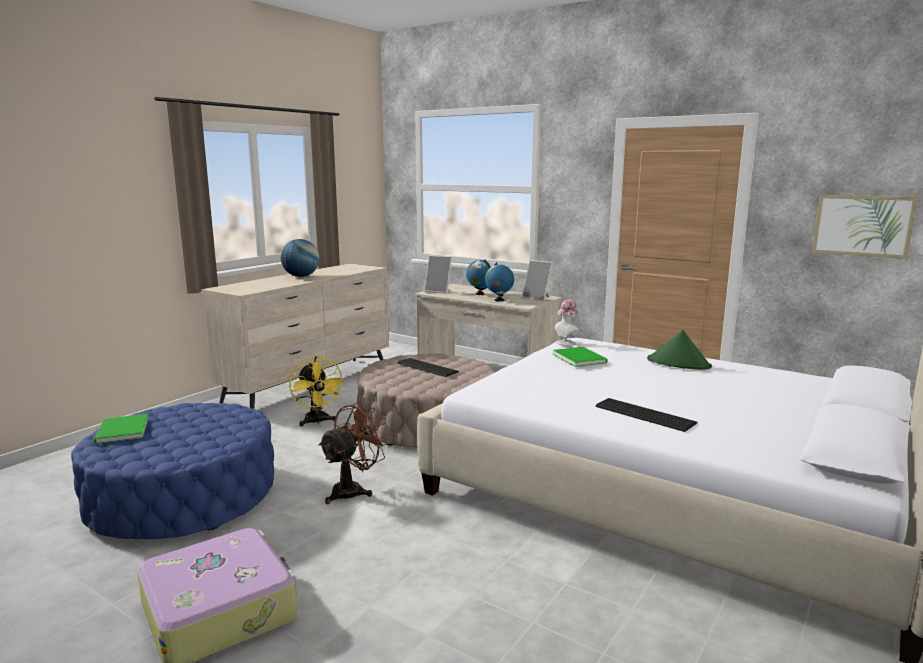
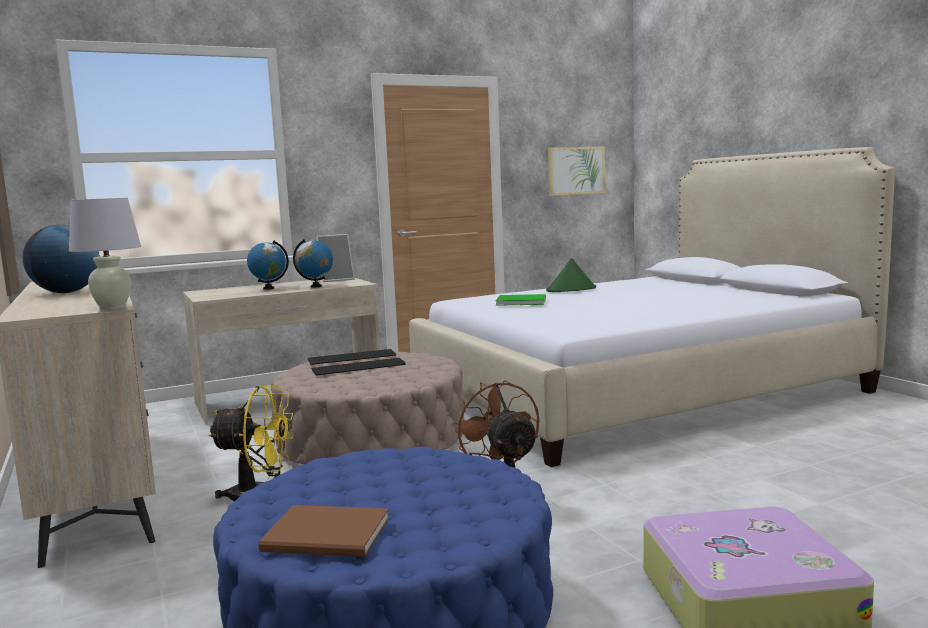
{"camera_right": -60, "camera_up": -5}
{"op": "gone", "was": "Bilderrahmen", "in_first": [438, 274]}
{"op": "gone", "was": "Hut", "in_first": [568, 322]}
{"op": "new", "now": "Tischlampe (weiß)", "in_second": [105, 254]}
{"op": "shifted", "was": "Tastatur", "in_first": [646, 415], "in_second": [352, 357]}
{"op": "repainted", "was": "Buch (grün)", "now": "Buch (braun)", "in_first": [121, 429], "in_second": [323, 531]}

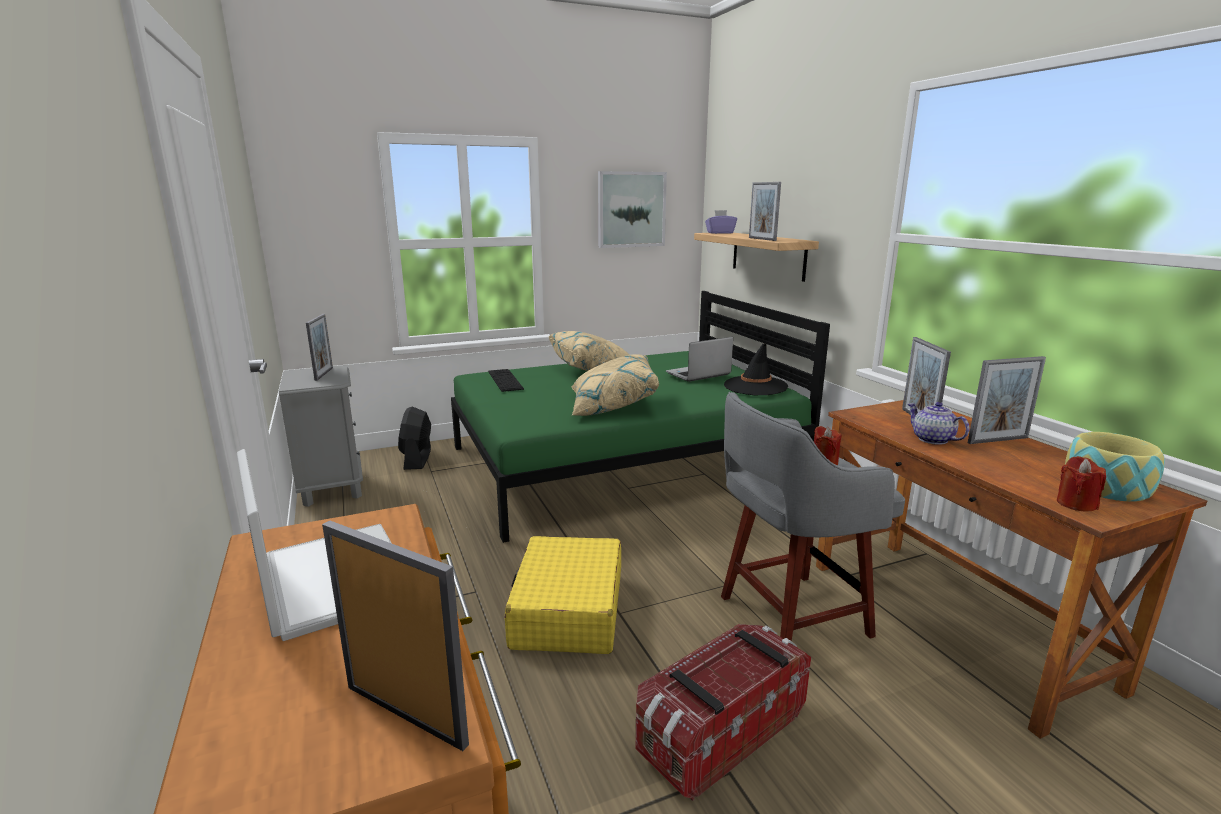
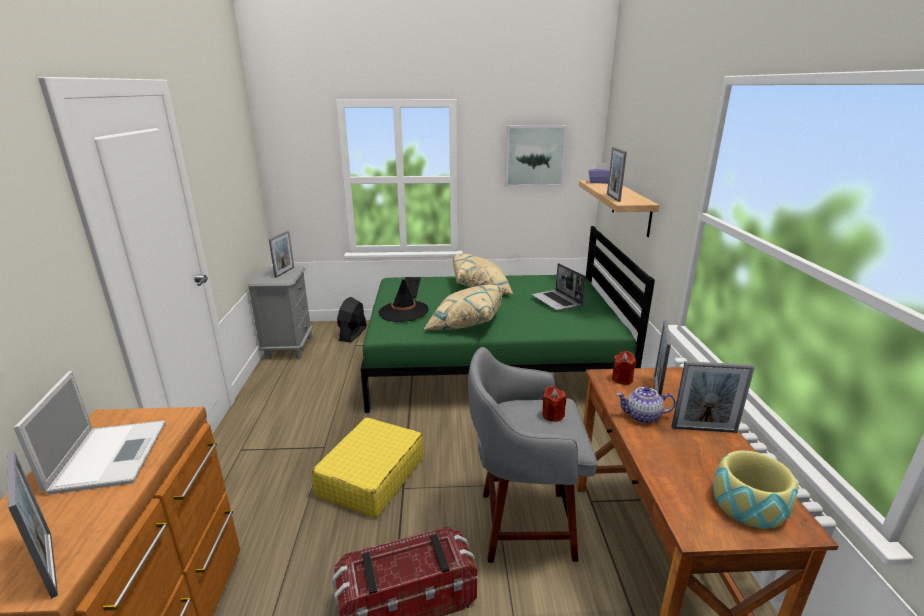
{"camera_right": 20, "camera_up": 5}
{"op": "shifted", "was": "Hut (schwarz)", "in_first": [756, 369], "in_second": [403, 301]}
{"op": "shifted", "was": "Kerze (rot)", "in_first": [1081, 484], "in_second": [624, 368]}
{"op": "rotated", "was": "Laptop", "in_first": [699, 359], "in_second": [558, 287], "clockwise": -105}
{"op": "rotated", "was": "Teekanne", "in_first": [938, 423], "in_second": [646, 405], "clockwise": -75}

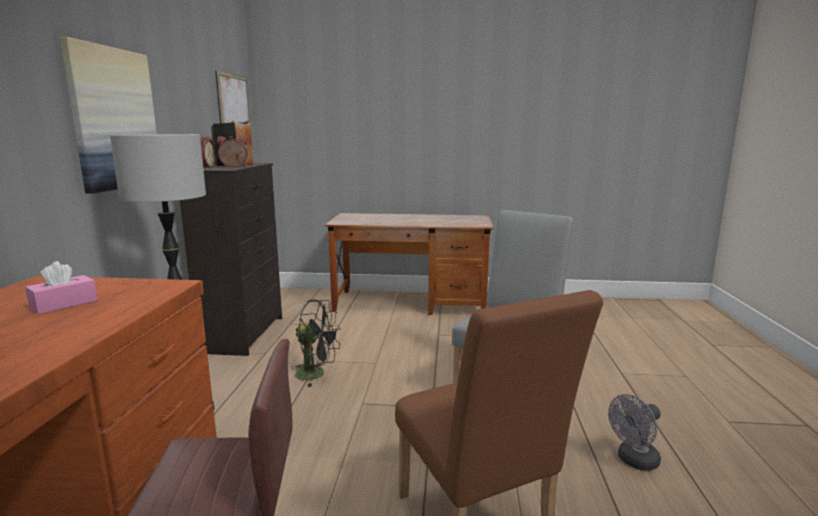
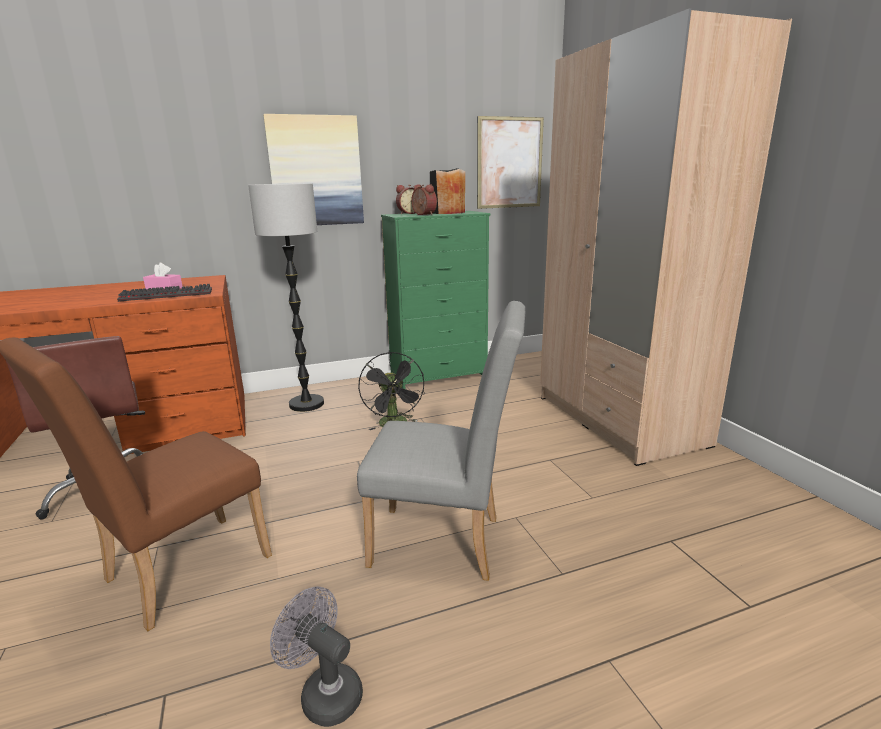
{"camera_right": 65, "camera_up": 5}
{"op": "new", "now": "Tastatur", "in_second": [164, 293]}
{"op": "swapped", "was": "Schreibtisch", "now": "Kleiderschrank (beige)", "in_first": [409, 264], "in_second": [666, 237]}
{"op": "repainted", "was": "Kommode (schwarz)", "now": "Kommode (grün)", "in_first": [230, 259], "in_second": [435, 300]}

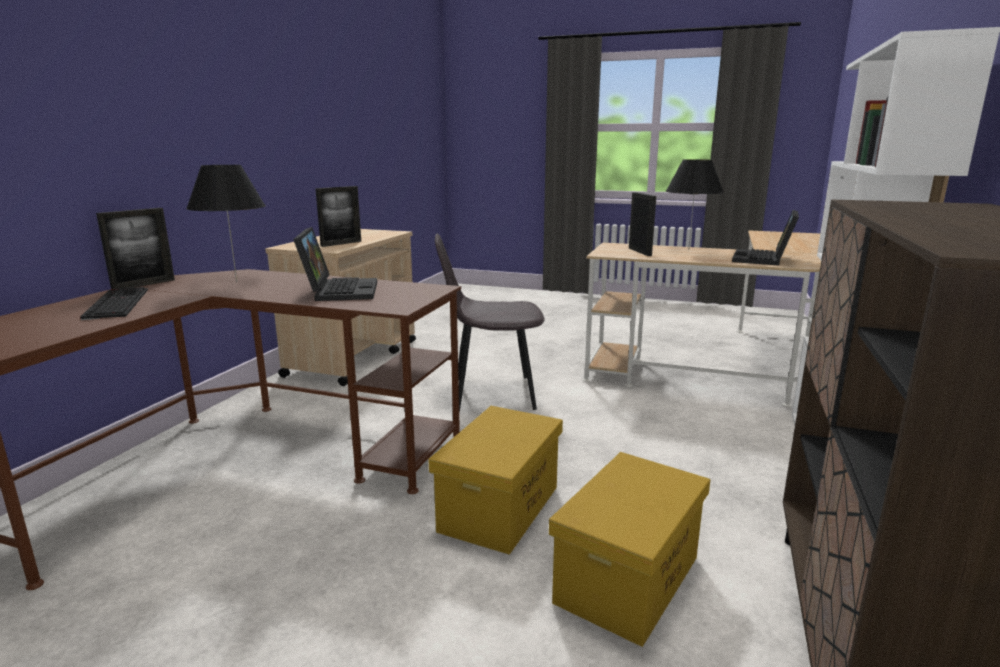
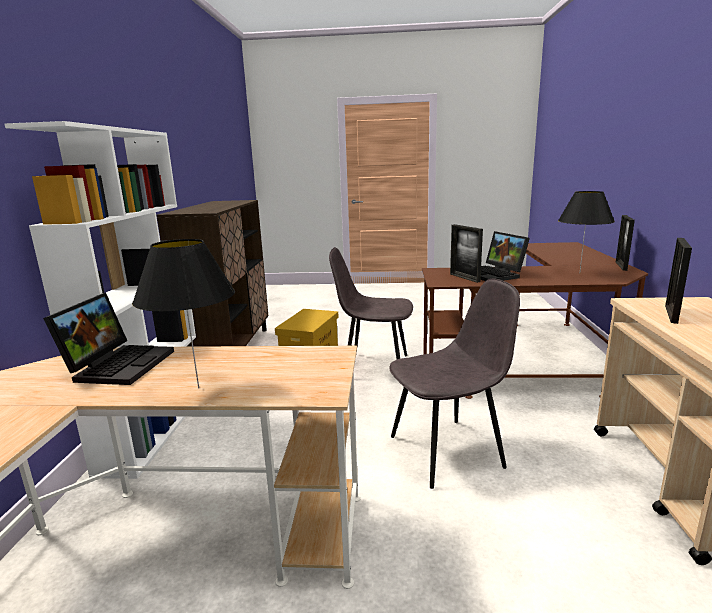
{"camera_right": 165, "camera_up": 0}
{"op": "gone", "was": "Tastatur", "in_first": [114, 303]}
{"op": "shifted", "was": "Bilderrahmen", "in_first": [642, 224], "in_second": [466, 253]}
{"op": "swapped", "was": "Aufbewahrungsbox (gelb)", "now": "Stuhl (grau)", "in_first": [496, 480], "in_second": [371, 303]}

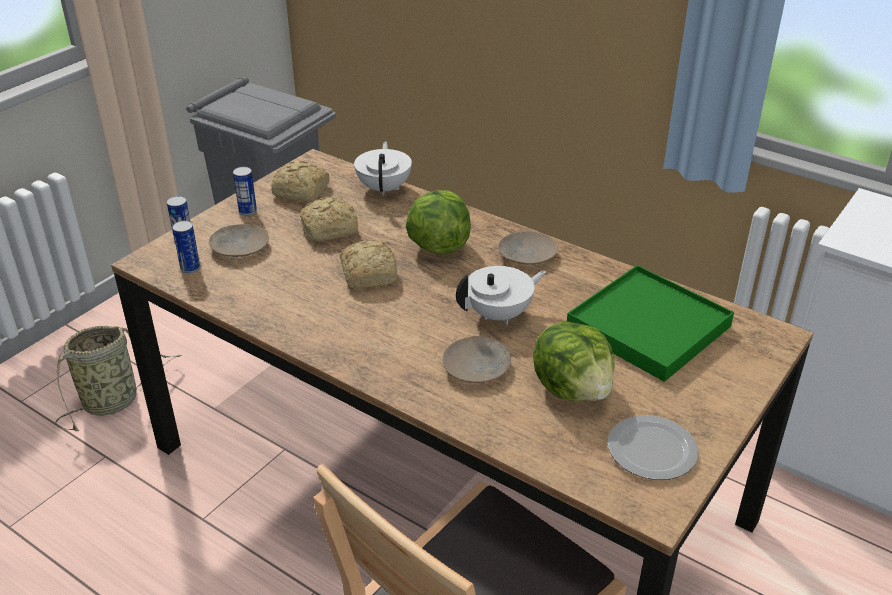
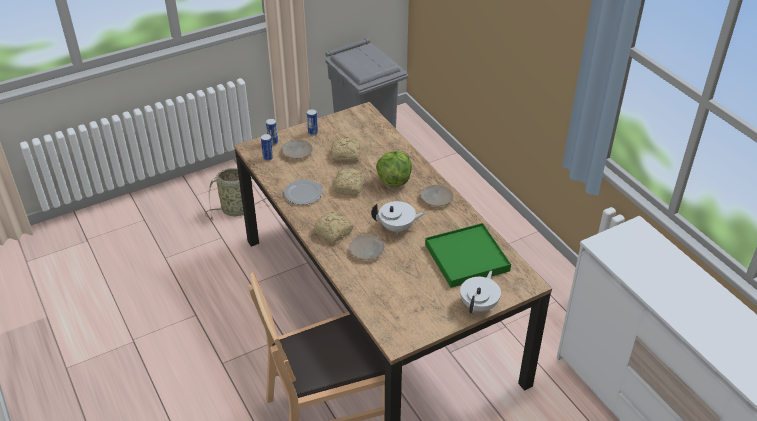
{"camera_right": 25, "camera_up": 5}
{"op": "gone", "was": "Salatkopf", "in_first": [574, 361]}
{"op": "shifted", "was": "Brot", "in_first": [300, 182], "in_second": [333, 227]}
{"op": "shifted", "was": "Teekanne (weiß)", "in_first": [383, 168], "in_second": [480, 292]}
{"op": "shifted", "was": "Teller", "in_first": [653, 447], "in_second": [303, 192]}

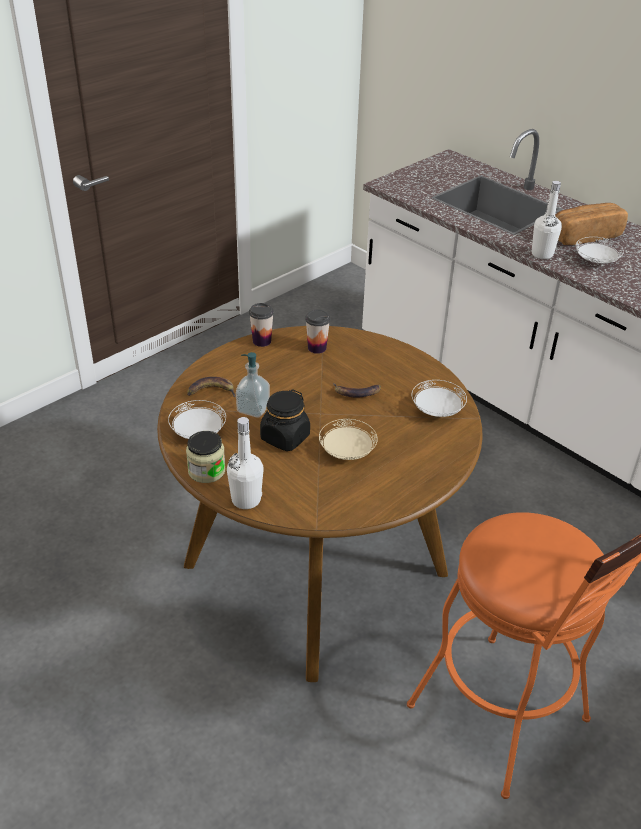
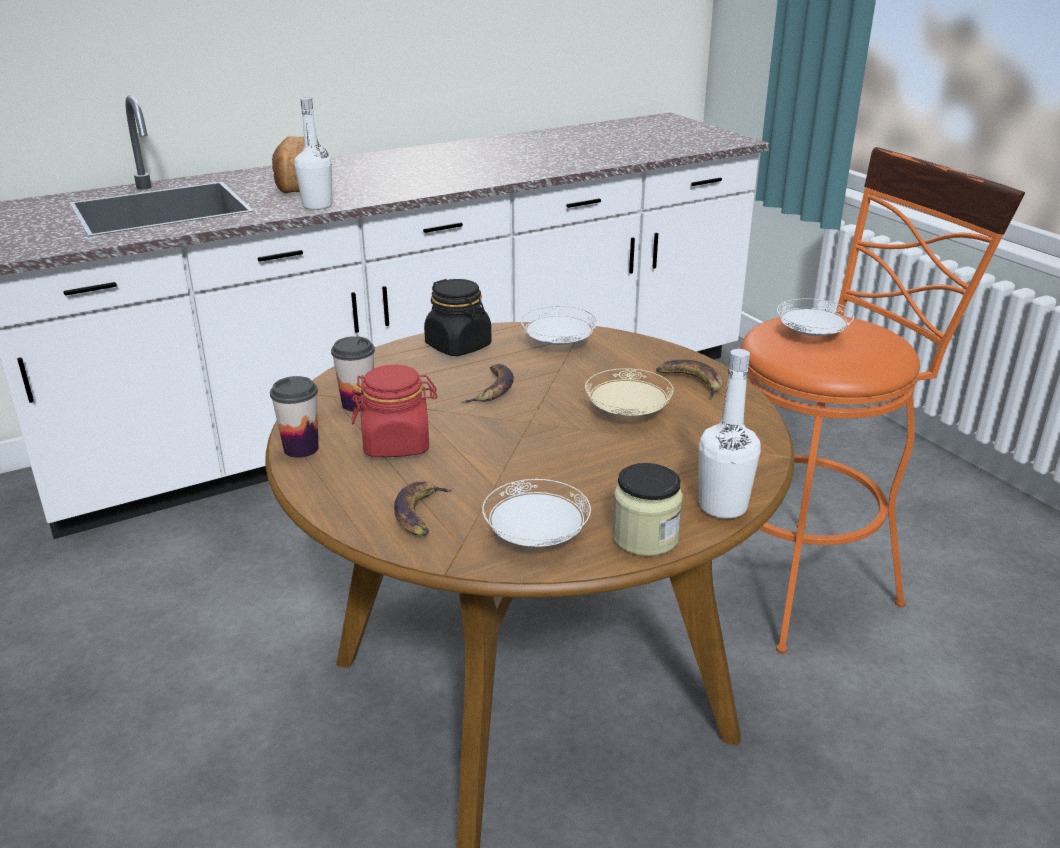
{"camera_right": -75, "camera_up": -10}
{"op": "gone", "was": "Seifenspender", "in_first": [253, 385]}
{"op": "new", "now": "Vorratsglas (rot)", "in_second": [395, 411]}
{"op": "new", "now": "Banane", "in_second": [689, 380]}
{"op": "shifted", "was": "Vorratsglas (schwarz)", "in_first": [285, 420], "in_second": [458, 317]}
{"op": "shifted", "was": "Teller (weiß)", "in_first": [600, 250], "in_second": [815, 317]}

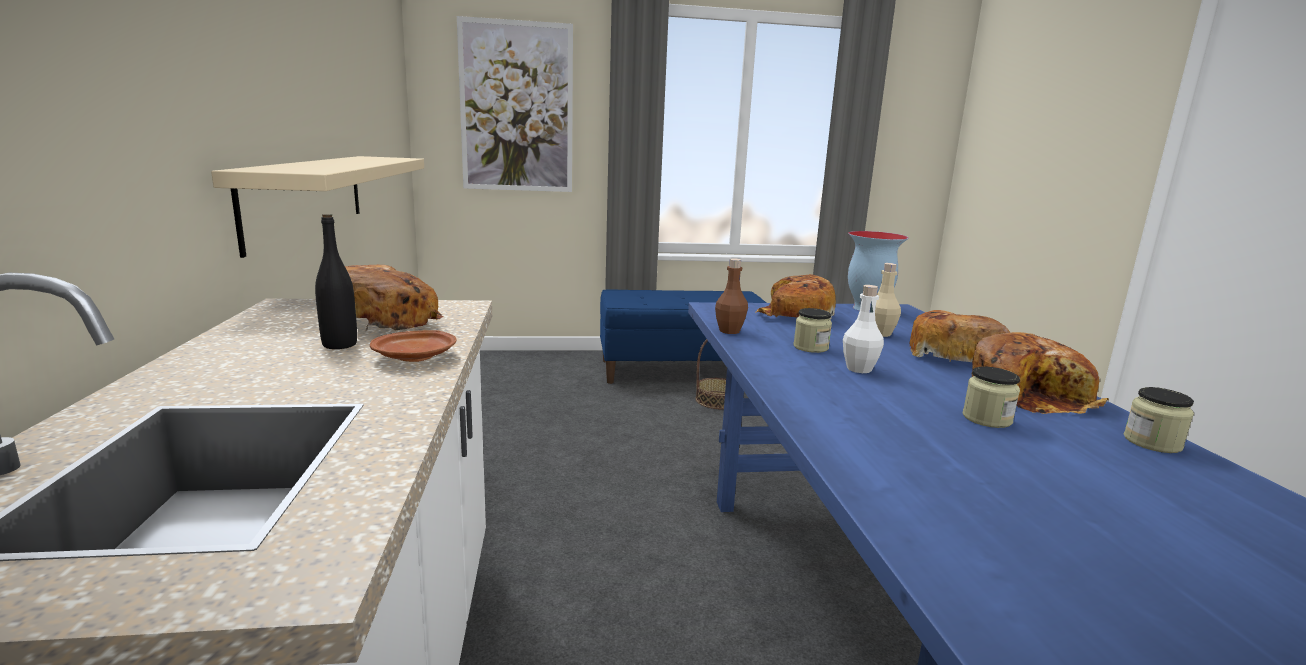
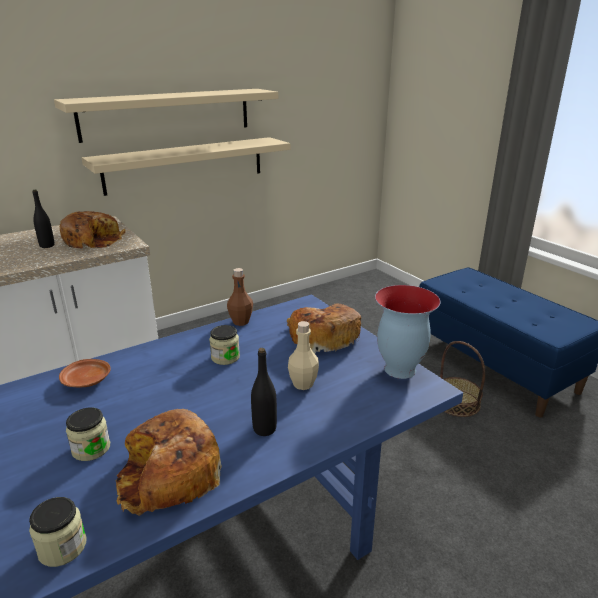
{"camera_right": 65, "camera_up": 10}
{"op": "gone", "was": "Bild", "in_first": [515, 104]}
{"op": "gone", "was": "Flasche (weiß)", "in_first": [863, 329]}
{"op": "new", "now": "Wandregal (beige)", "in_second": [166, 116]}
{"op": "shifted", "was": "Teller (braun)", "in_first": [413, 346], "in_second": [85, 373]}
{"op": "swapped", "was": "Brot", "now": "Flasche (schwarz)", "in_first": [959, 336], "in_second": [264, 392]}

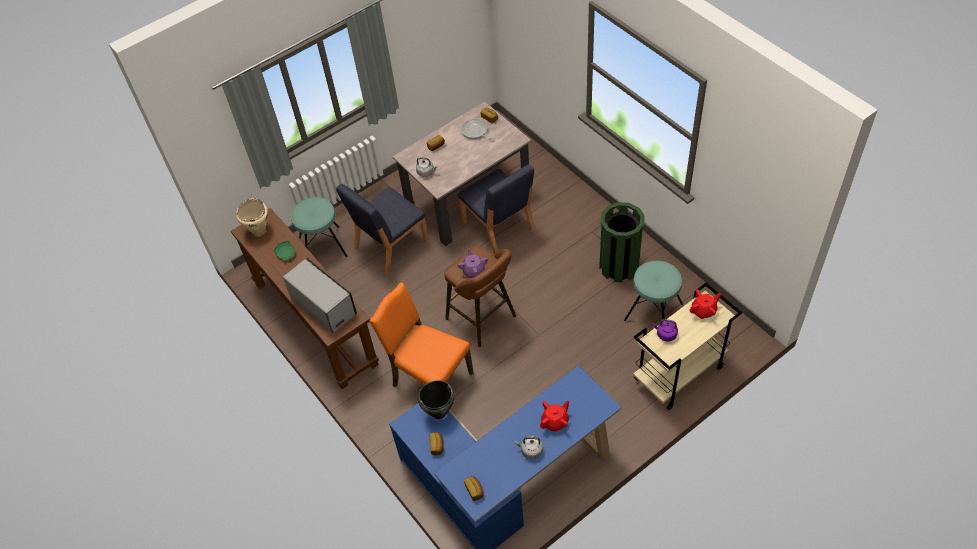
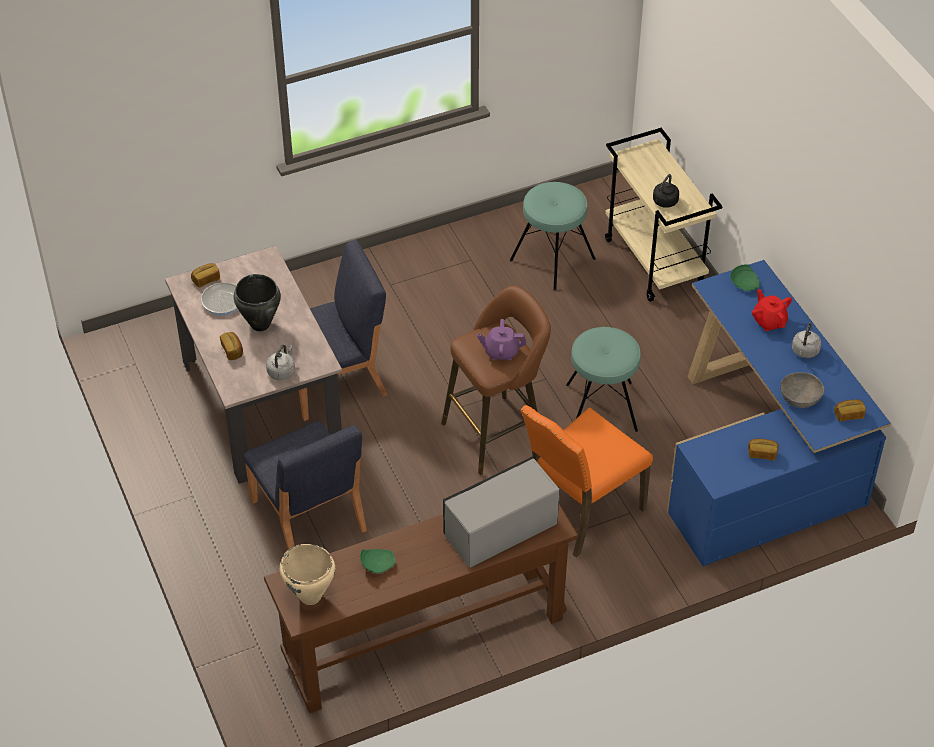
{"camera_right": -80, "camera_up": -5}
{"op": "gone", "was": "Mülleimer (grün)", "in_first": [622, 242]}
{"op": "gone", "was": "Teekanne (rot)", "in_first": [705, 304]}
{"op": "new", "now": "Teller (grün)", "in_second": [745, 277]}
{"op": "new", "now": "Schüssel (grau)", "in_second": [802, 390]}
{"op": "shifted", "was": "Hocker (türkis)", "in_first": [319, 227], "in_second": [603, 379]}
{"op": "shifted", "was": "Kochtopf (schwarz)", "in_first": [436, 399], "in_second": [257, 302]}
{"op": "repainted", "was": "Wasserkessel (lila)", "now": "Wasserkessel (schwarz)", "in_first": [665, 330], "in_second": [666, 191]}

